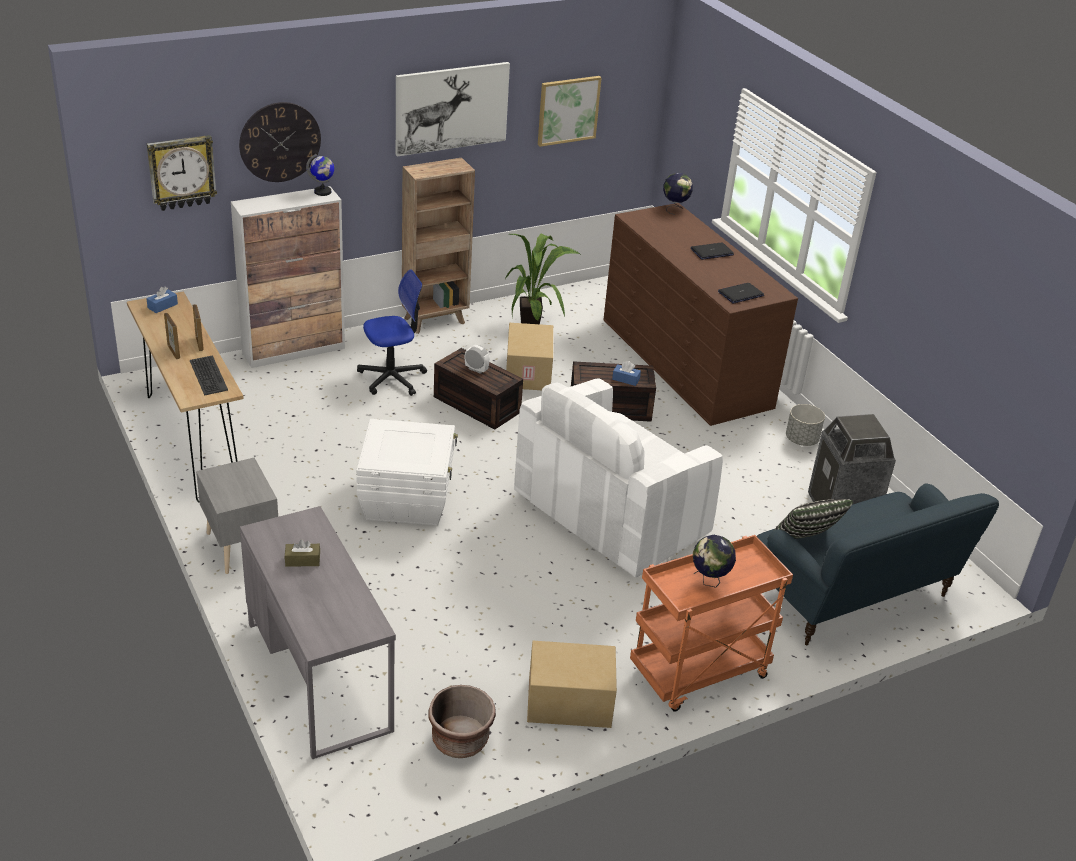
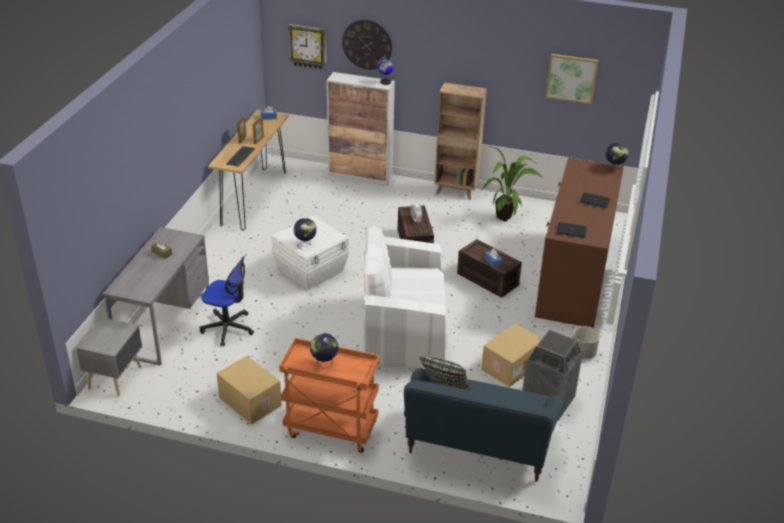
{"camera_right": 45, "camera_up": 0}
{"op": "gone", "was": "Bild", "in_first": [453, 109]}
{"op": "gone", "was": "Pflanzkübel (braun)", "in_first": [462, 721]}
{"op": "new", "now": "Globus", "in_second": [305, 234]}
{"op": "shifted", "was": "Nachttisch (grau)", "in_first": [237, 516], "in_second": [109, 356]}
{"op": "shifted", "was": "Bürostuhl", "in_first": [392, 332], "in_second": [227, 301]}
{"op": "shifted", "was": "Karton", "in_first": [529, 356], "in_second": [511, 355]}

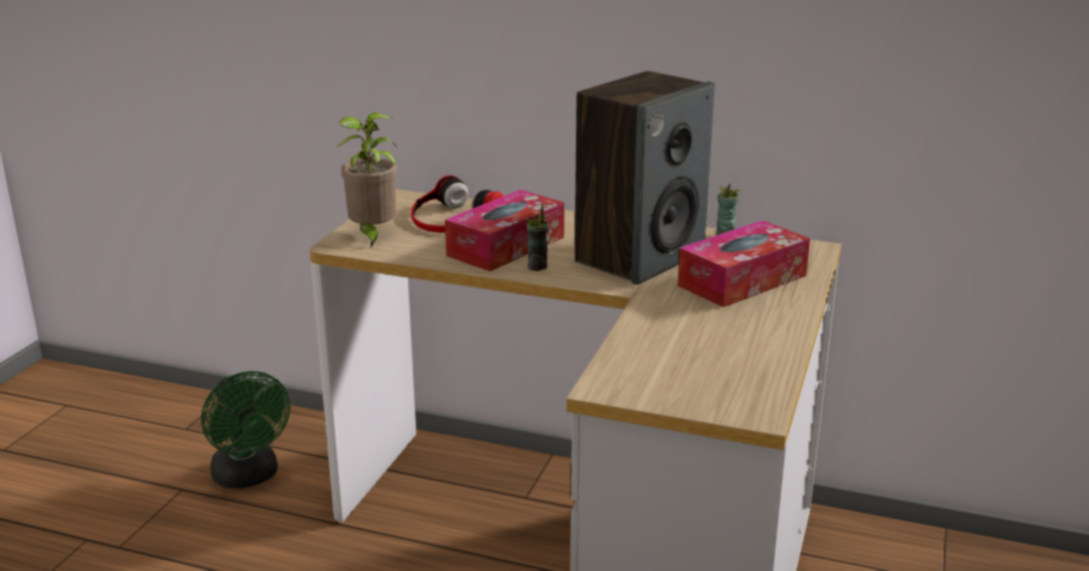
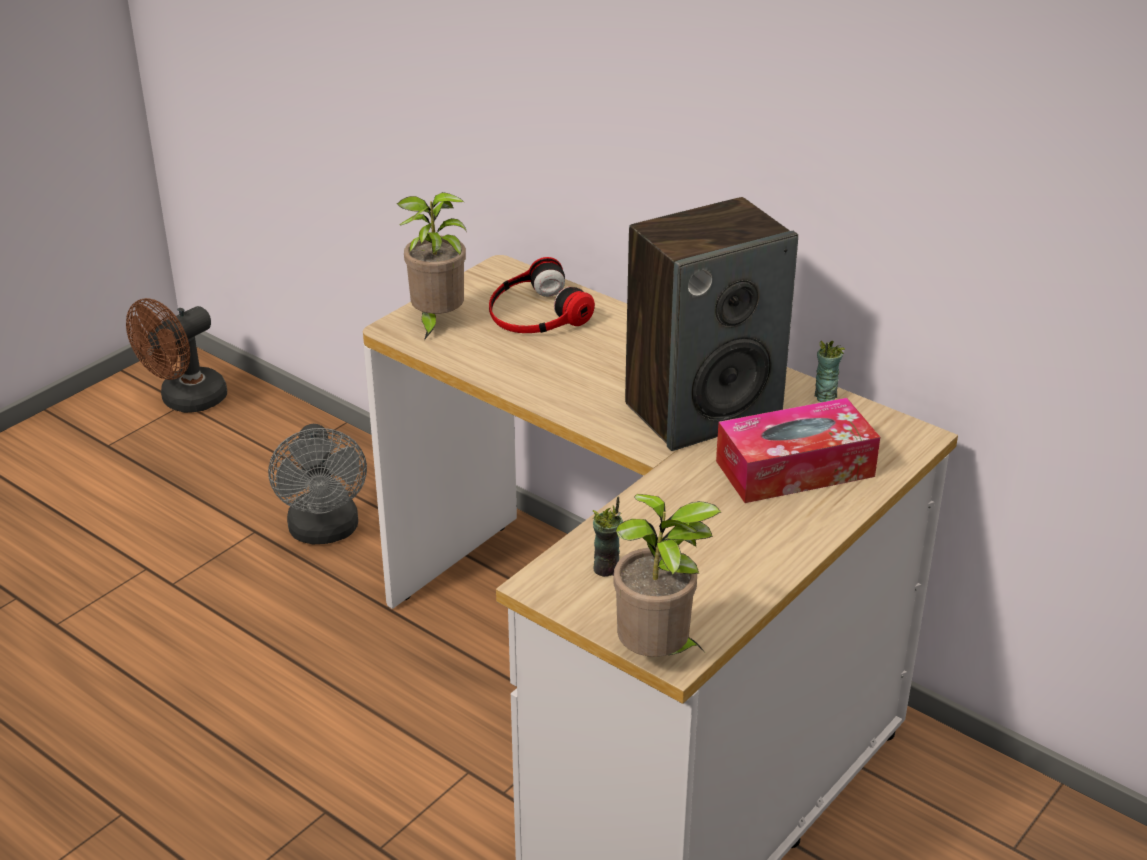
{"camera_right": 20, "camera_up": 10}
{"op": "gone", "was": "Taschentuchbox", "in_first": [504, 230]}
{"op": "new", "now": "Ventilator (braun)", "in_second": [176, 355]}
{"op": "new", "now": "Topfpflanze", "in_second": [667, 575]}
{"op": "shifted", "was": "Tasse", "in_first": [537, 238], "in_second": [608, 537]}
{"op": "repainted", "was": "Ventilator (grün)", "now": "Ventilator (grau)", "in_first": [245, 429], "in_second": [317, 484]}

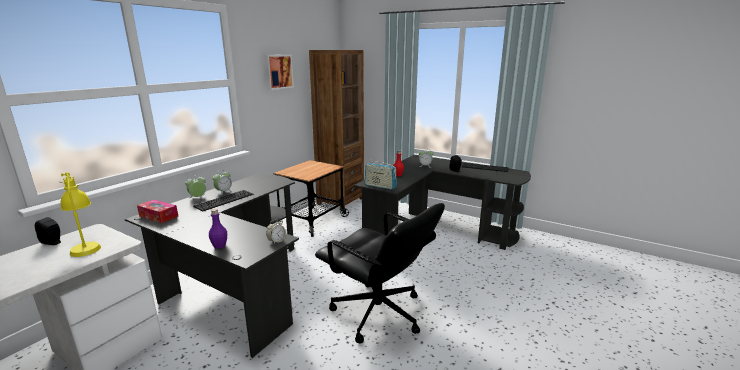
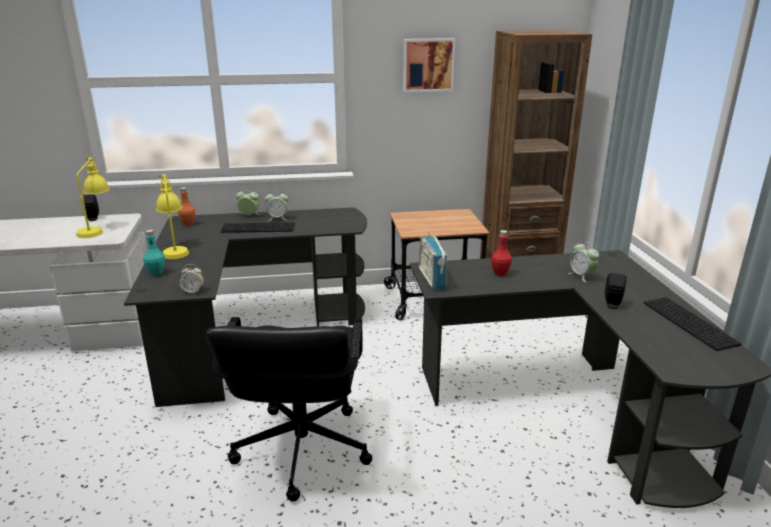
{"camera_right": 50, "camera_up": 5}
{"op": "new", "now": "Tischlampe (gelb)", "in_second": [172, 216]}
{"op": "swapped", "was": "Taschentuchbox", "now": "Flasche (orange)", "in_first": [157, 211], "in_second": [186, 206]}
{"op": "repainted", "was": "Flasche (lila)", "now": "Flasche (türkis)", "in_first": [218, 229], "in_second": [154, 252]}

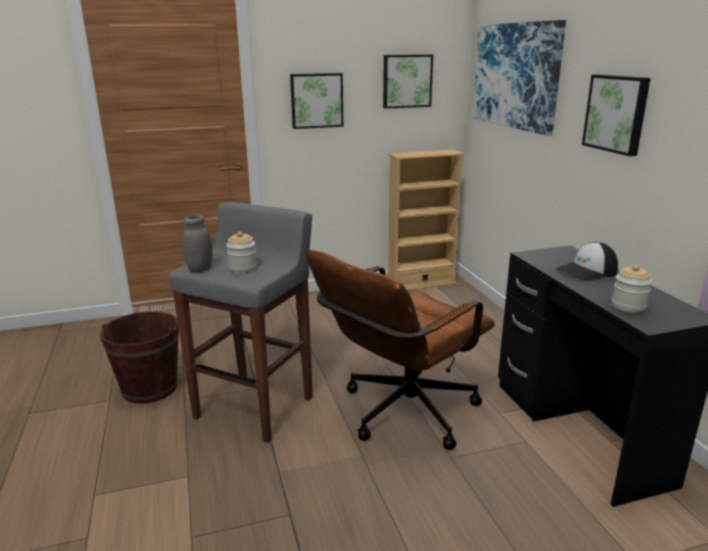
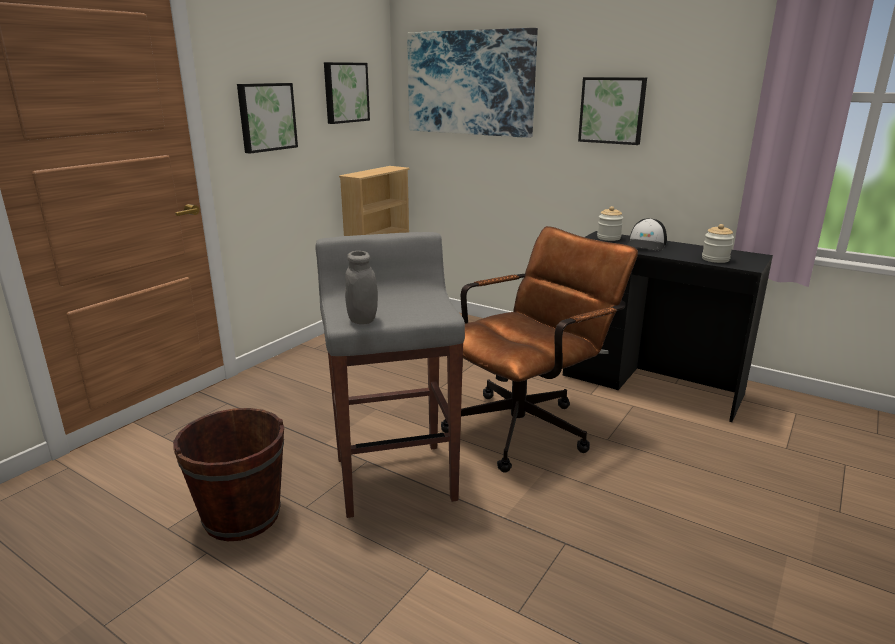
{"camera_right": -40, "camera_up": 0}
{"op": "shifted", "was": "Vorratsglas", "in_first": [241, 252], "in_second": [610, 223]}
{"op": "rotated", "was": "Bürostuhl (braun)", "in_first": [400, 350], "in_second": [539, 349], "clockwise": -135}

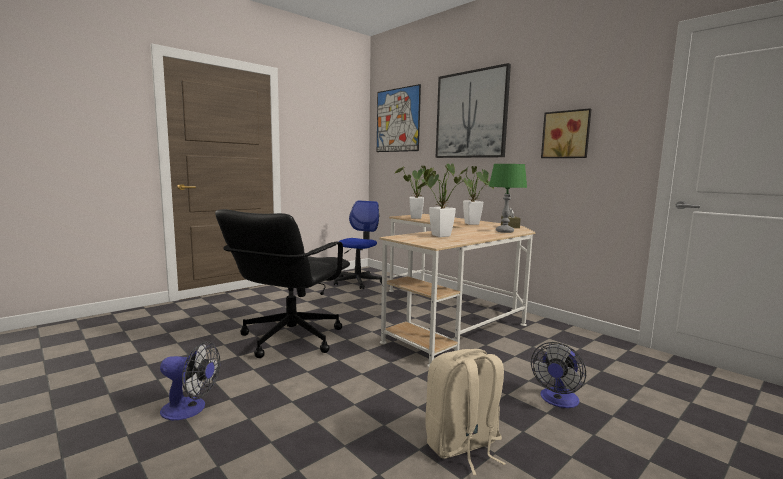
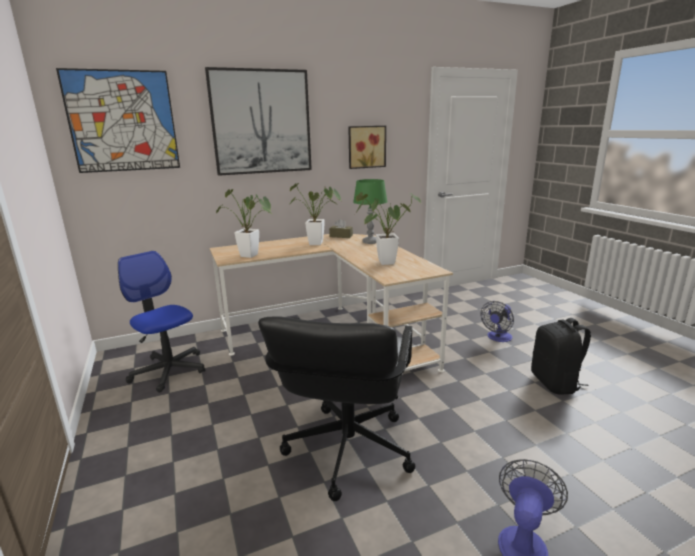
{"camera_right": -70, "camera_up": 10}
{"op": "repainted", "was": "Rucksack (beige)", "now": "Rucksack (schwarz)", "in_first": [465, 412], "in_second": [561, 356]}
{"op": "rotated", "was": "Bürostuhl (schwarz)", "in_first": [282, 283], "in_second": [336, 408], "clockwise": 60}
{"op": "rotated", "was": "Ventilator", "in_first": [558, 375], "in_second": [497, 321], "clockwise": 75}

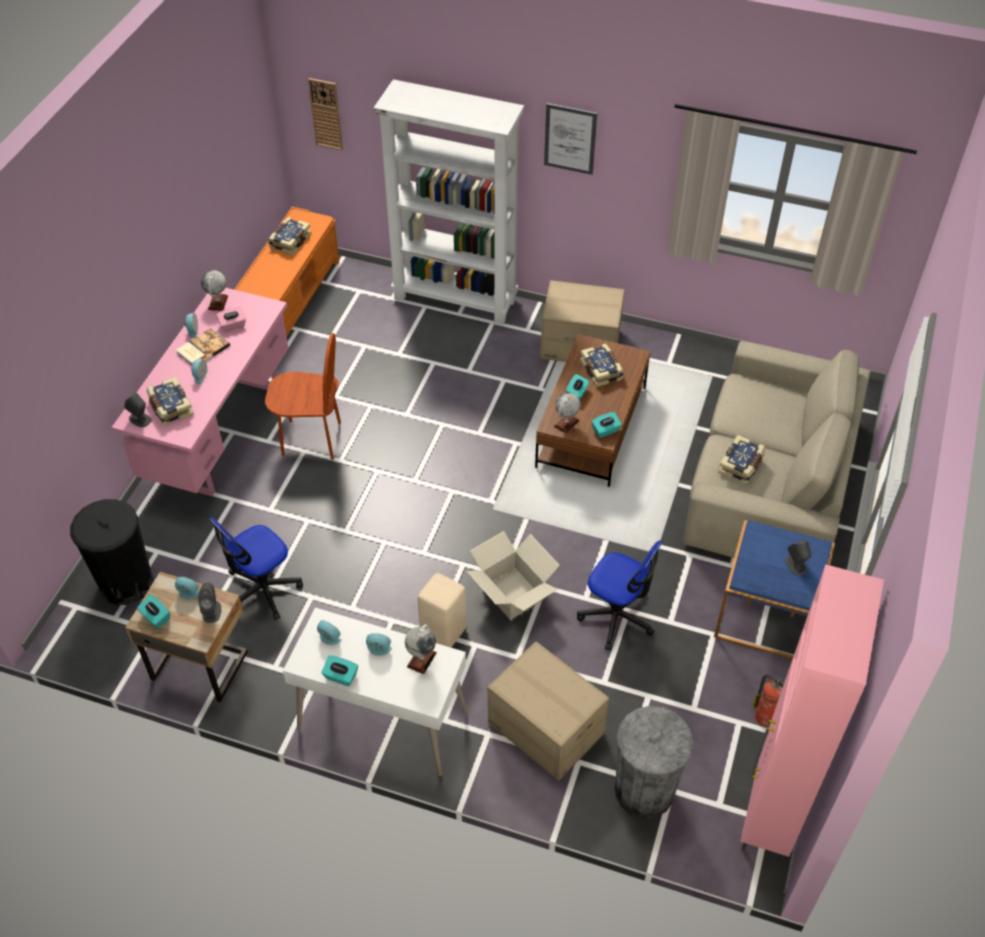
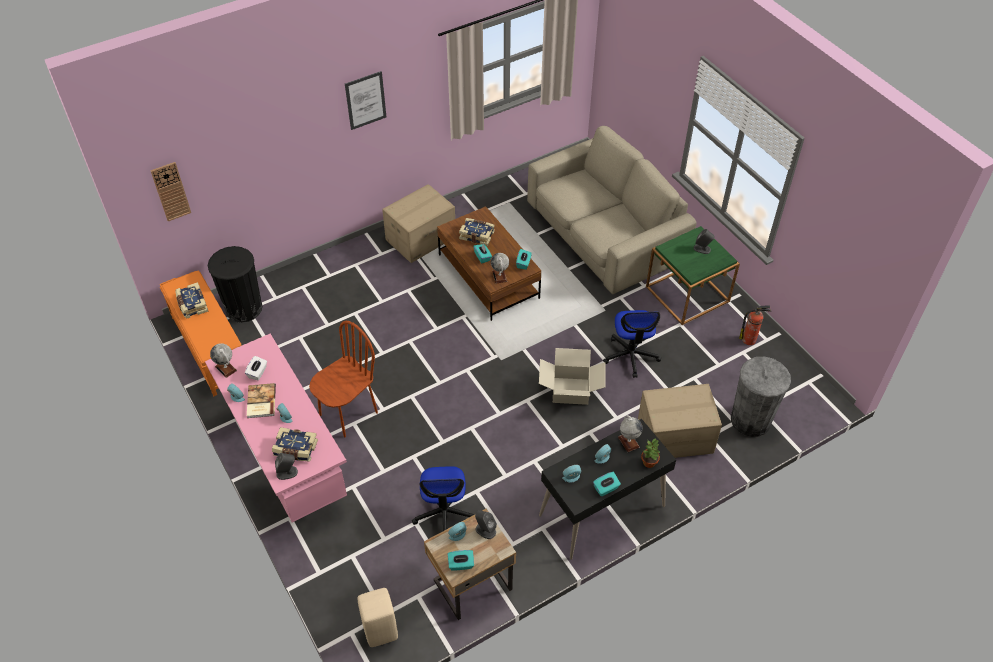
{"camera_right": -50, "camera_up": 0}
{"op": "gone", "was": "Bücherregal (weiß)", "in_first": [449, 202]}
{"op": "gone", "was": "Buch", "in_first": [742, 459]}
{"op": "gone", "was": "Schrank (rosa)", "in_first": [812, 713]}
{"op": "new", "now": "Topfpflanze", "in_second": [650, 453]}
{"op": "shifted", "was": "Mülleimer (schwarz)", "in_first": [111, 552], "in_second": [235, 284]}
{"op": "shifted", "was": "Hocker (beige)", "in_first": [442, 610], "in_second": [378, 617]}
{"op": "repainted", "was": "Taschentuchbox (rosa)", "now": "Taschentuchbox (weiß)", "in_first": [231, 319], "in_second": [256, 368]}
{"op": "repainted", "was": "Schreibtisch (weiß)", "now": "Schreibtisch (schwarz)", "in_first": [375, 692], "in_second": [607, 489]}
{"op": "repainted", "was": "Beistelltisch (blau)", "now": "Beistelltisch (grün)", "in_first": [774, 589], "in_second": [693, 275]}
{"op": "rotated", "was": "Bürostuhl", "in_first": [620, 595], "in_second": [632, 344], "clockwise": 105}

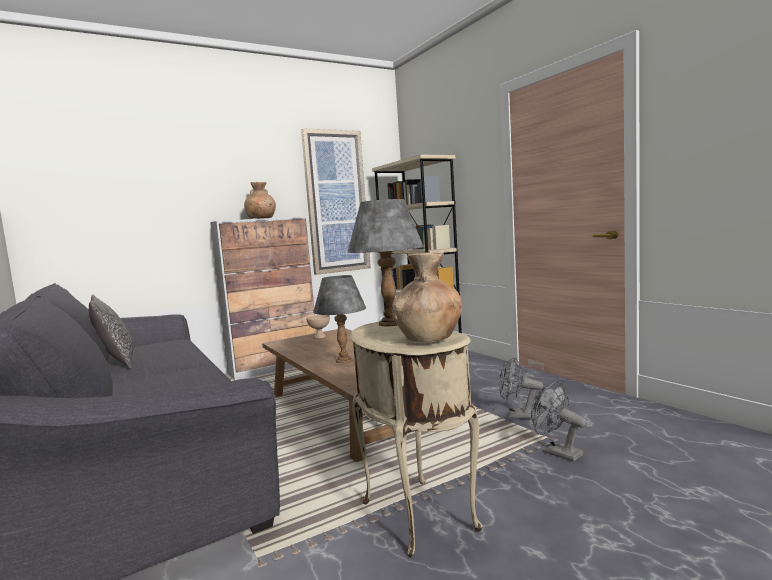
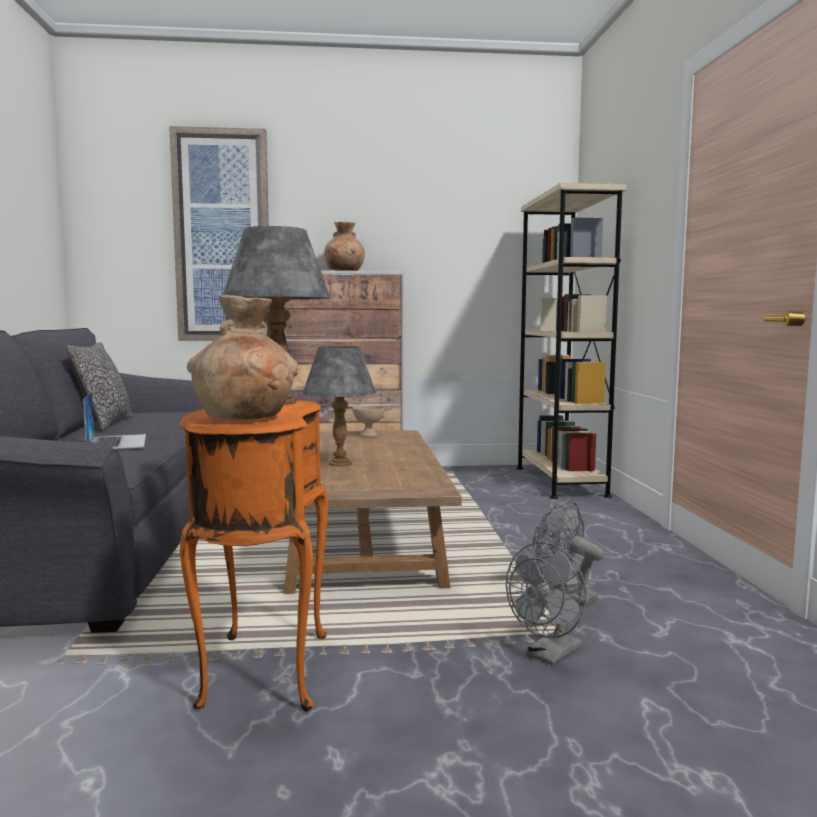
{"camera_right": 25, "camera_up": 0}
{"op": "new", "now": "Laptop", "in_second": [114, 420]}
{"op": "shifted", "was": "Bild", "in_first": [336, 201], "in_second": [220, 233]}
{"op": "repainted", "was": "Beistelltisch (beige)", "now": "Beistelltisch (orange)", "in_first": [416, 439], "in_second": [253, 555]}
{"op": "rotated", "was": "Ventilator (grau)", "in_first": [558, 422], "in_second": [546, 603], "clockwise": -120}

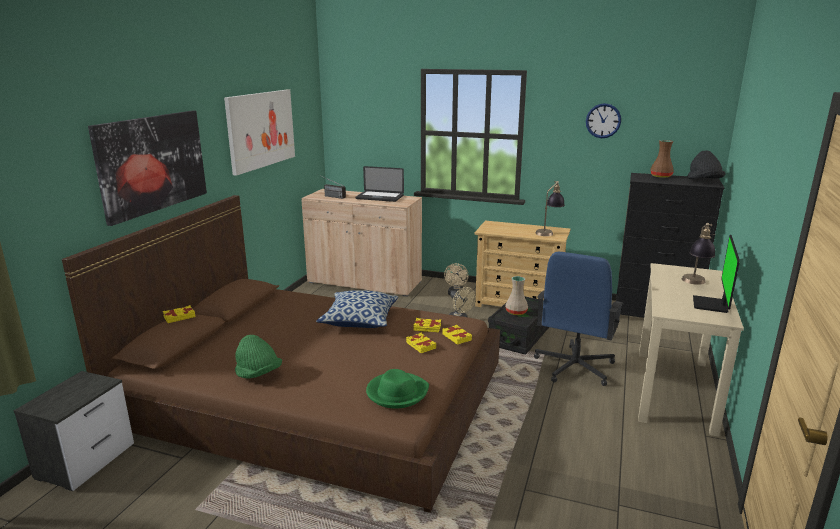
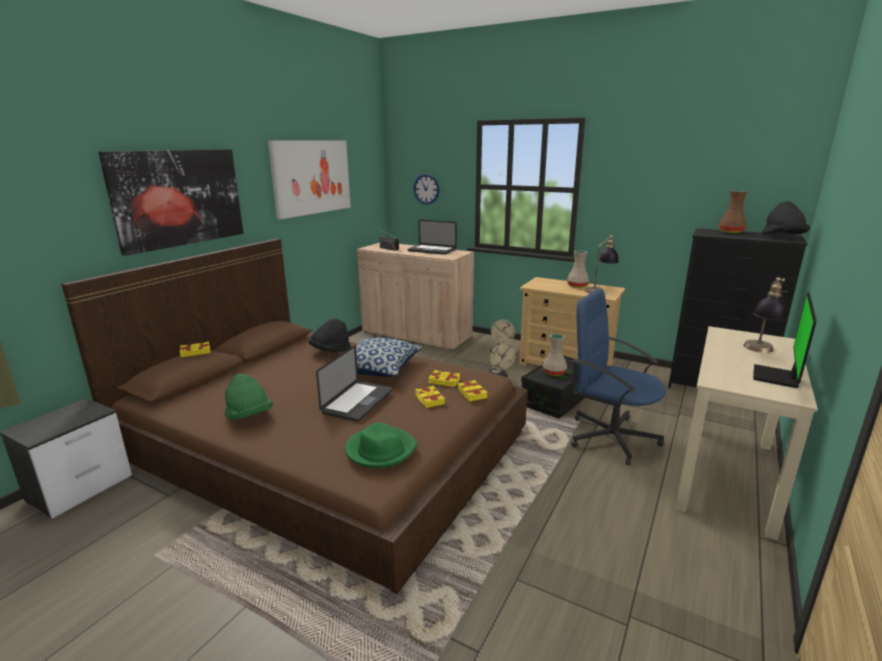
{"camera_right": 10, "camera_up": 0}
{"op": "new", "now": "Hut (schwarz)", "in_second": [330, 335]}
{"op": "new", "now": "Laptop", "in_second": [354, 383]}
{"op": "new", "now": "Vase (beige)", "in_second": [578, 269]}
{"op": "shifted", "was": "Wanduhr", "in_first": [603, 120], "in_second": [426, 189]}
{"op": "rotated", "was": "Bürostuhl (blau)", "in_first": [578, 319], "in_second": [618, 377], "clockwise": 90}

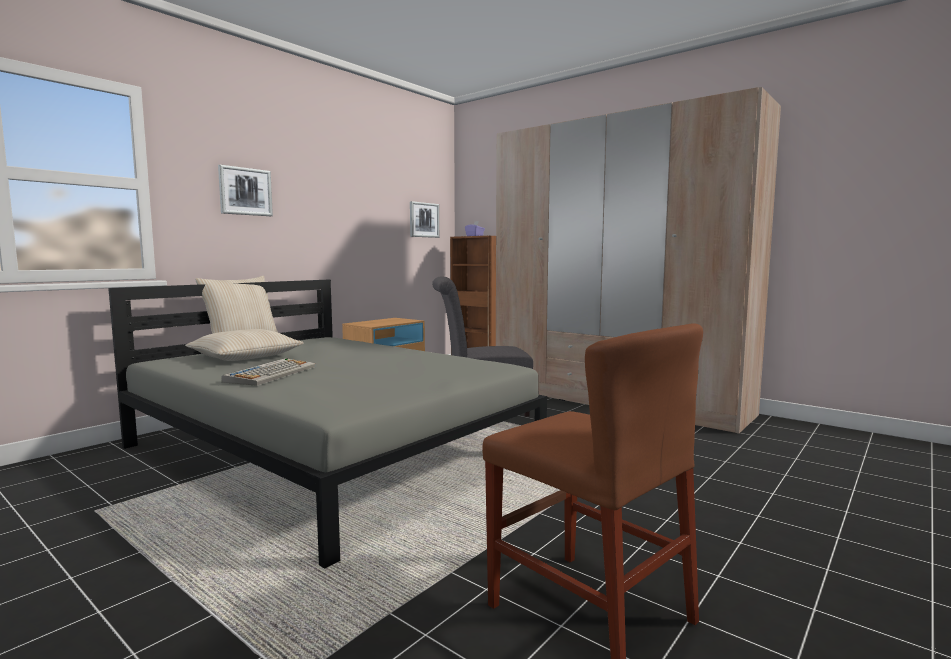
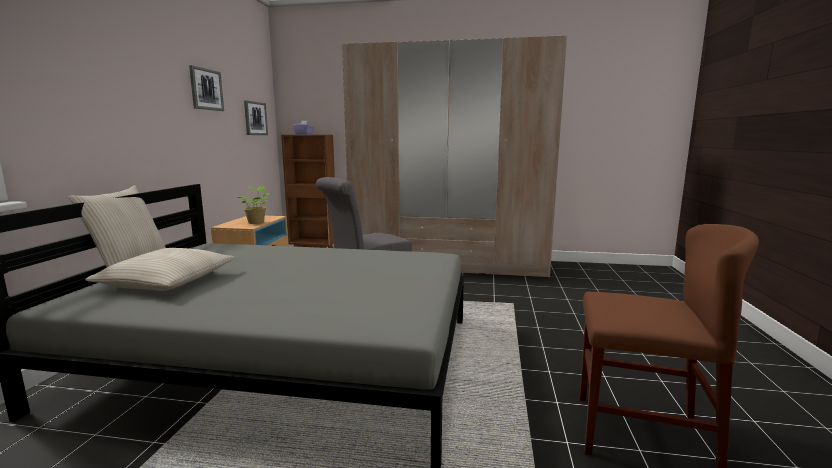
{"camera_right": -30, "camera_up": 5}
{"op": "gone", "was": "Tastatur", "in_first": [268, 372]}
{"op": "new", "now": "Topfpflanze", "in_second": [254, 205]}
{"op": "shifted", "was": "Bild", "in_first": [245, 190], "in_second": [206, 88]}

